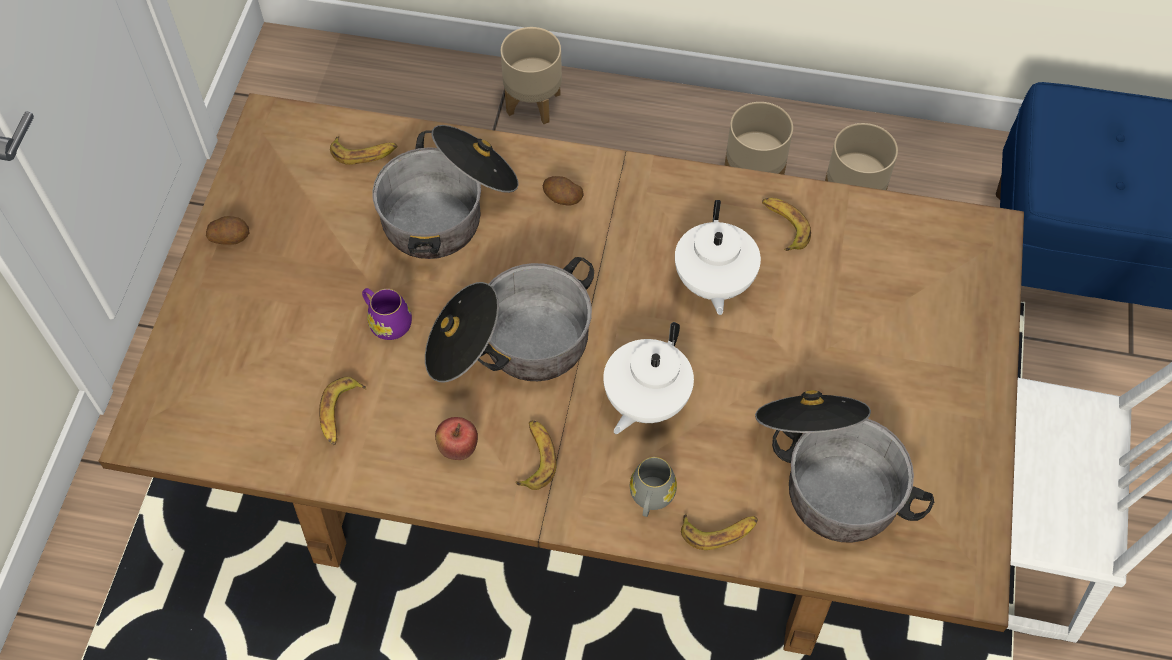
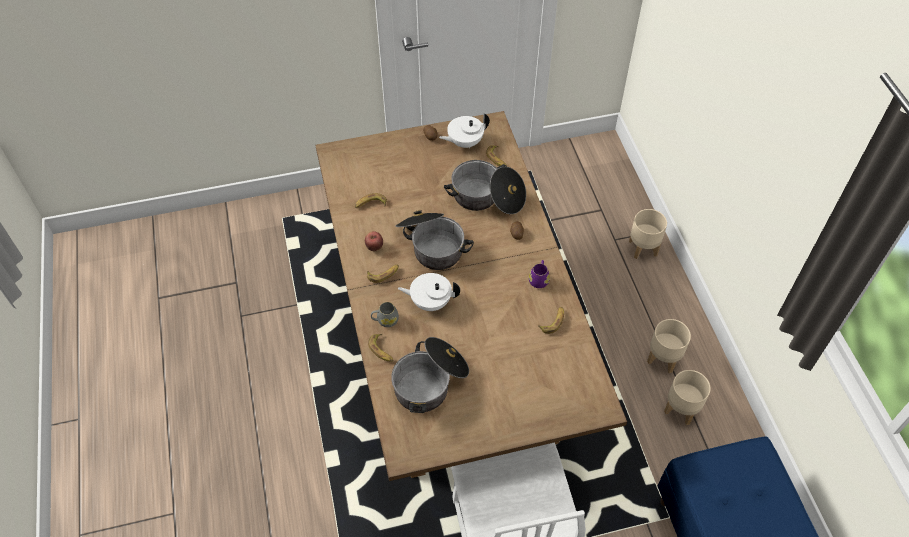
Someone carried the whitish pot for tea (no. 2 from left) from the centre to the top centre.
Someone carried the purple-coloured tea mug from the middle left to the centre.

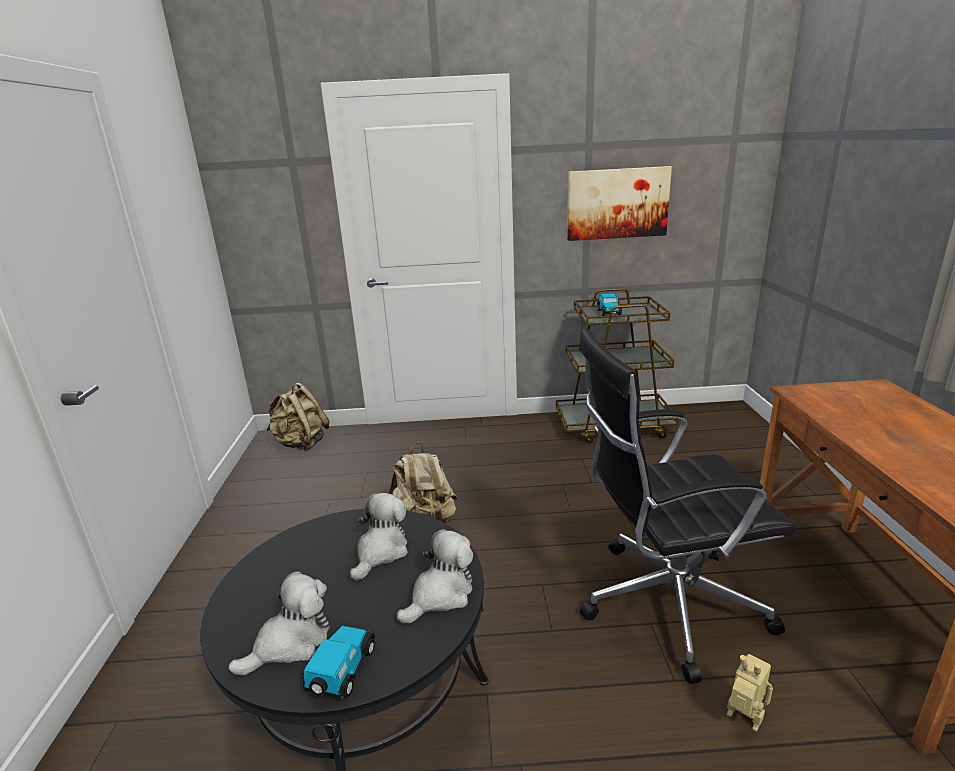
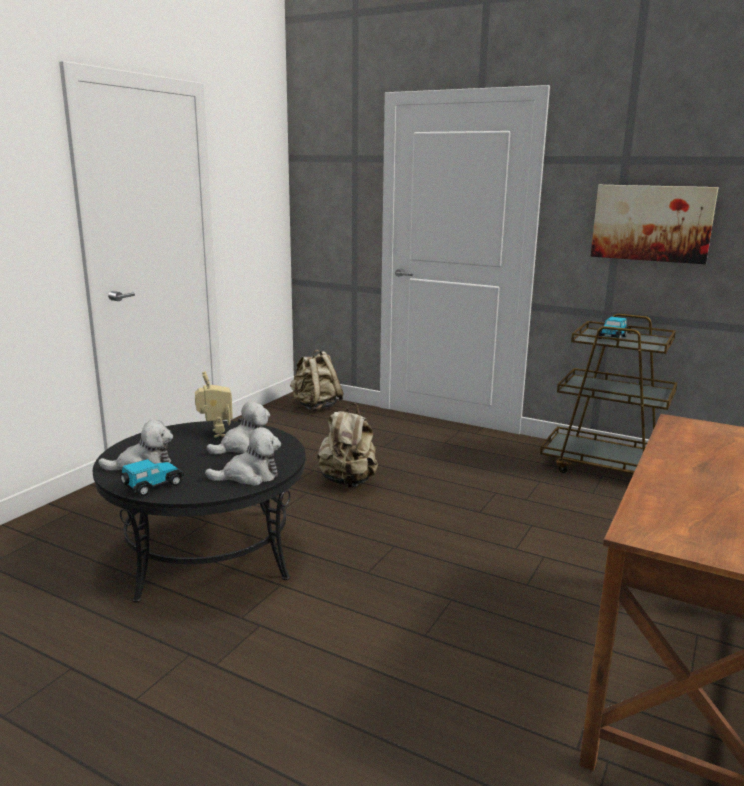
Someone took away the black-coloured desk chair at the middle right.
Someone carried the robot figure from the bottom right to the middle left.

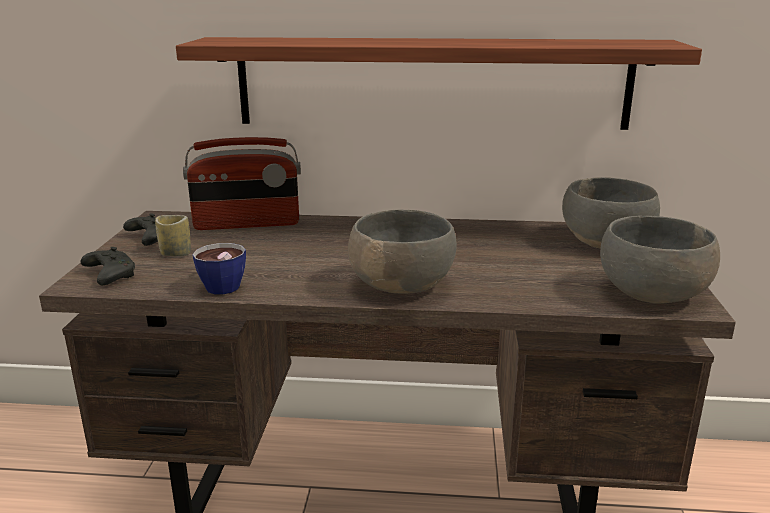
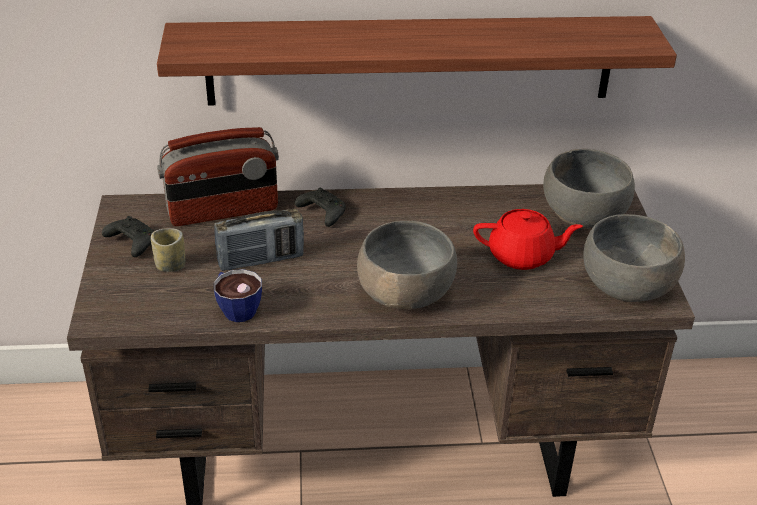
Someone carried the black-coloured game controller (no. 1 from left in the first image) from the middle left to the centre.
Someone put down the radio (no. 2 from left) at the centre.
Someone put down the red pot for tea at the middle right.

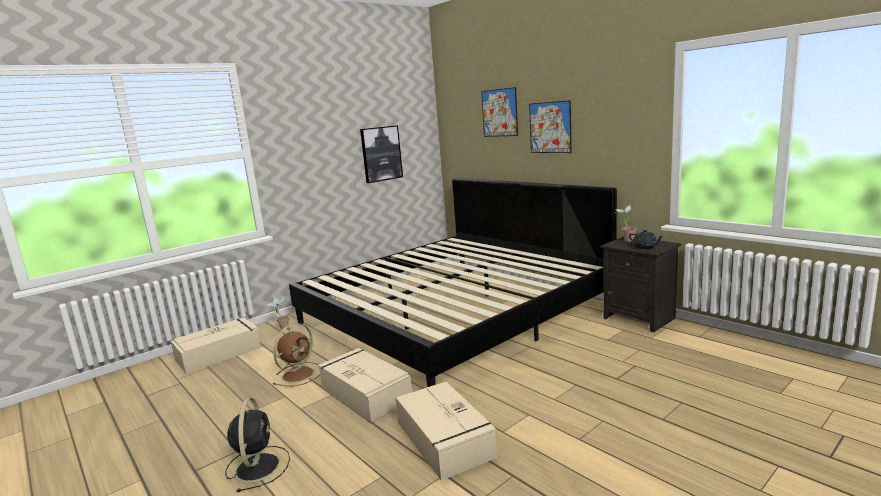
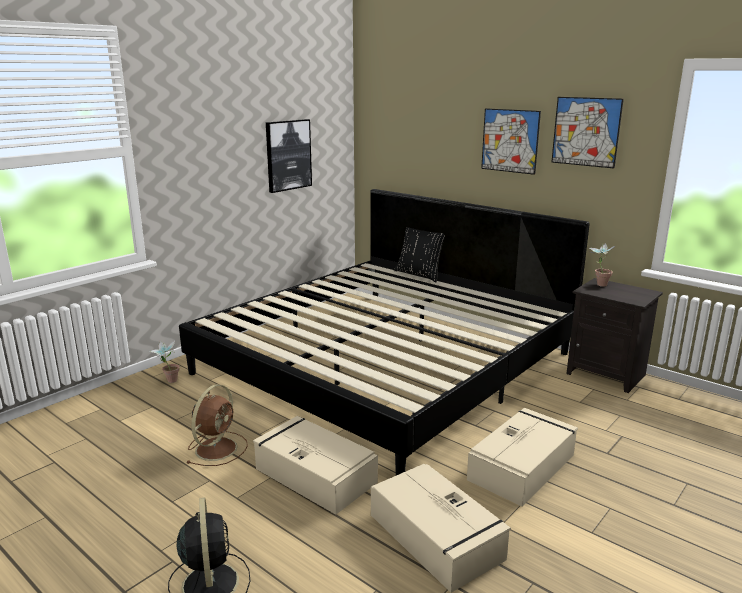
Someone carried the wall art (no. 2 from left in the first image) from the top centre to the top right.
Someone took away the black-coloured pot for tea at the middle right.
Someone carried the beige storage container (no. 1 from left in the first image) from the bottom left to the bottom right.
Someone put down the black-coloured pillow at the centre.

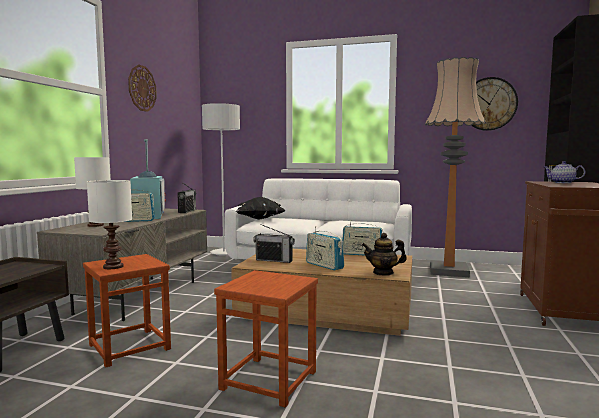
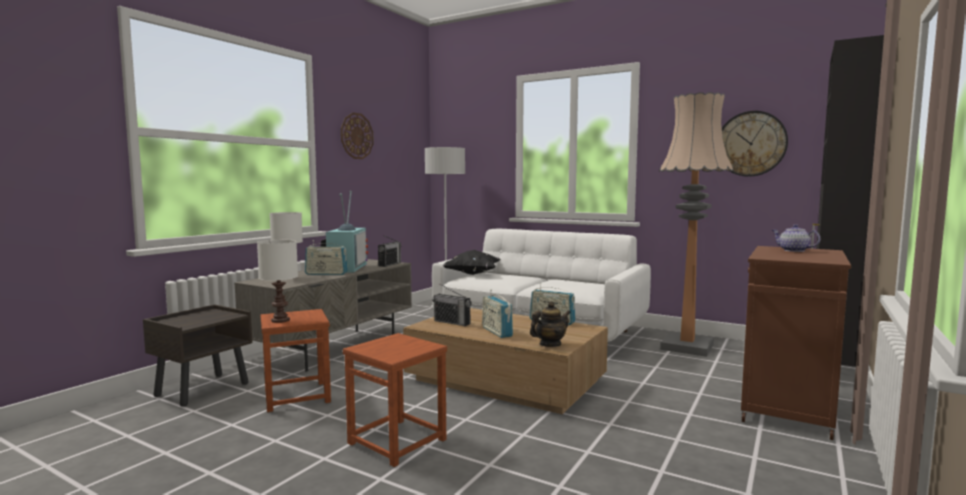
Someone rotated the pot for tea (no. 1 from left) at the centre by 135 degrees clockwise.

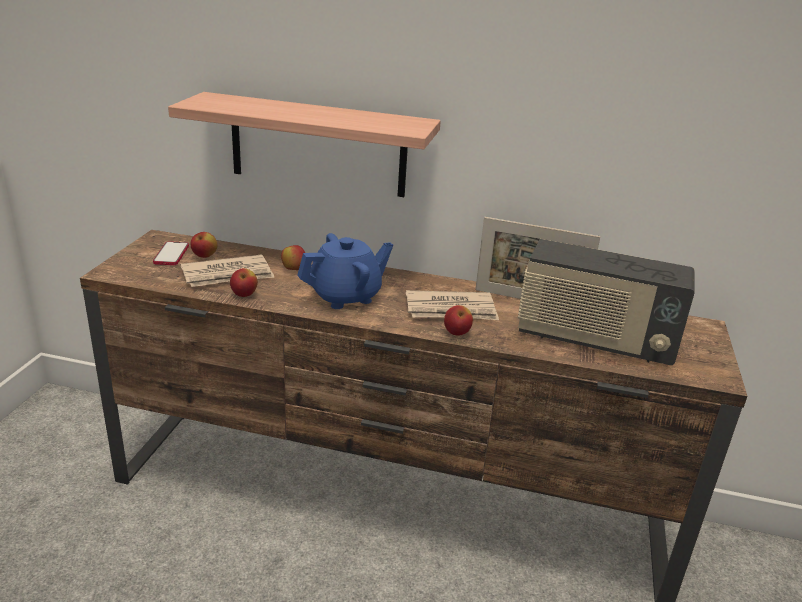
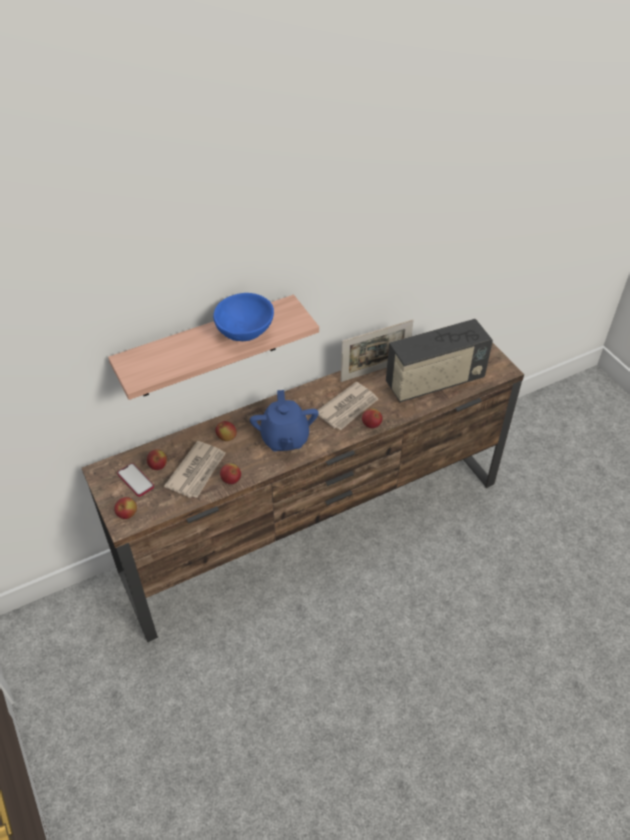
Someone rotated the blue-coloured pot for tea at the centre by 150 degrees clockwise.
Someone put down the blue-coloured bowl at the centre.
Someone put down the apple fruit (no. 1 from left) at the middle left.

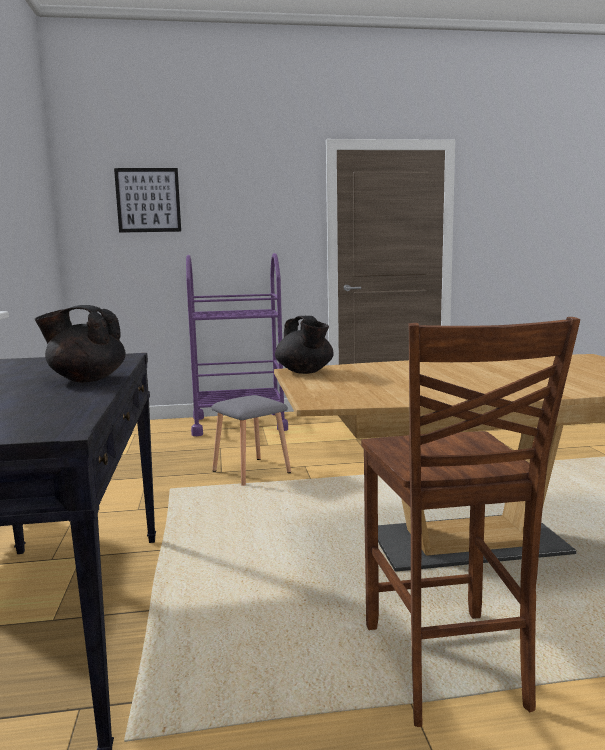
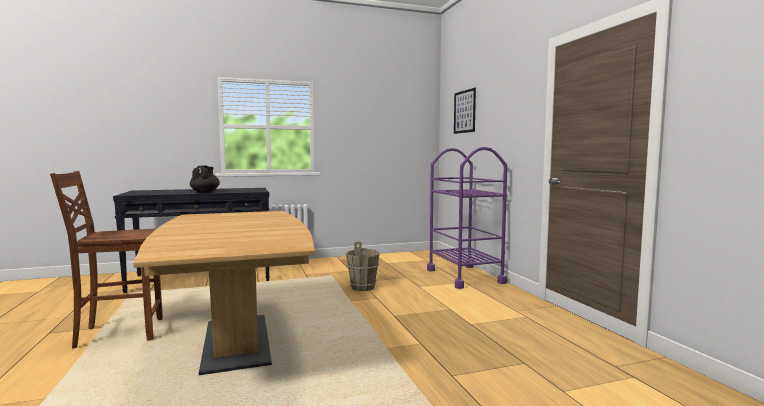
Someone took away the black-coloured pot for tea (no. 2 from left) at the centre.
Someone swapped the grey stool at the centre for the brown-coloured bucket at the centre.

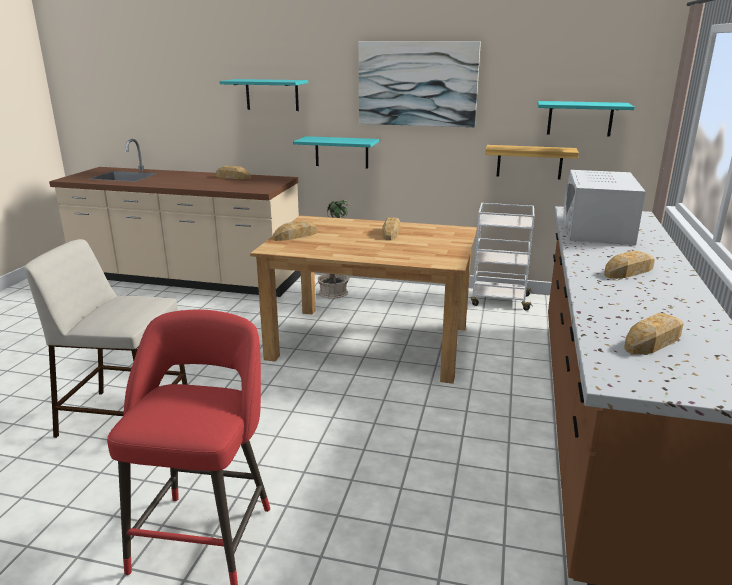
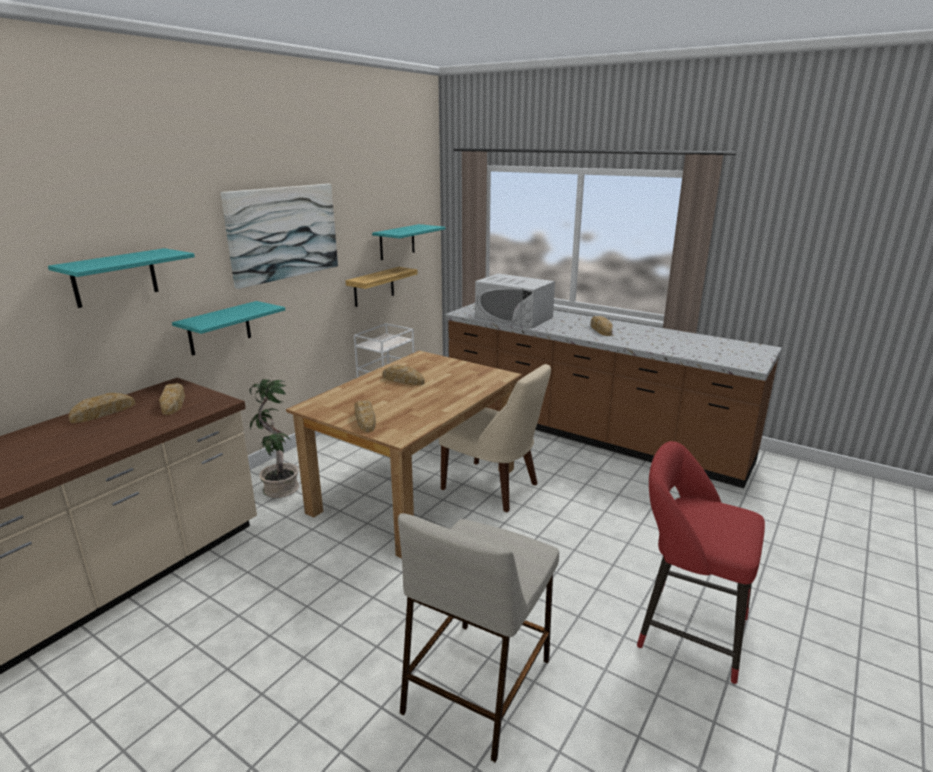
Someone carried the bakery bread (no. 5 from left in the first image) from the middle right to the middle left.
Someone put down the beige chair at the centre.

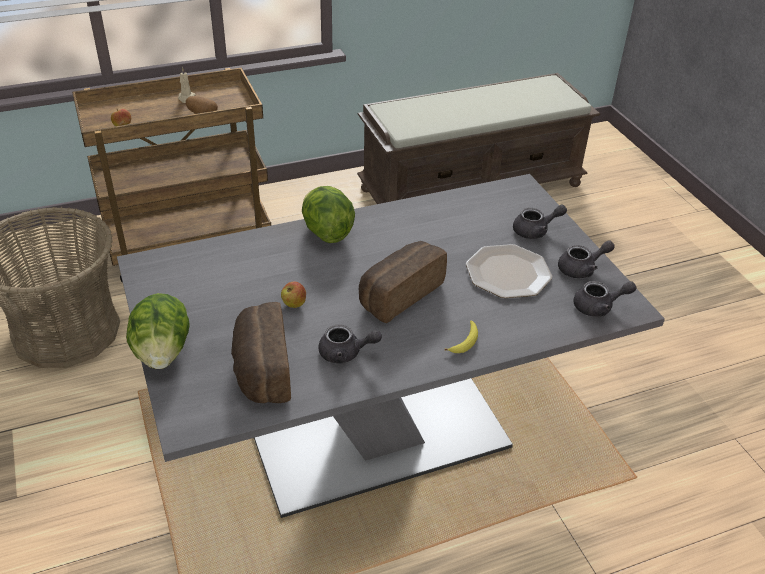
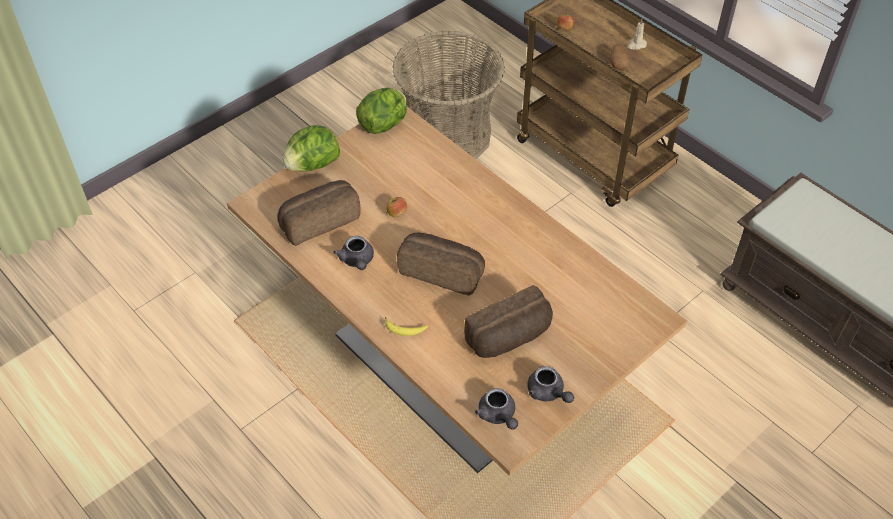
Someone repainted the grey kitchen table at the centre, which became the brown-coloured kitchen table at the centre.
Someone carried the lettuce head (no. 2 from left) from the centre to the top centre.
Someone took away the grey pot for tea (no. 2 from left) at the middle right.
Someone swapped the dinner plate at the centre for the bakery bread (no. 3 from left) at the centre.

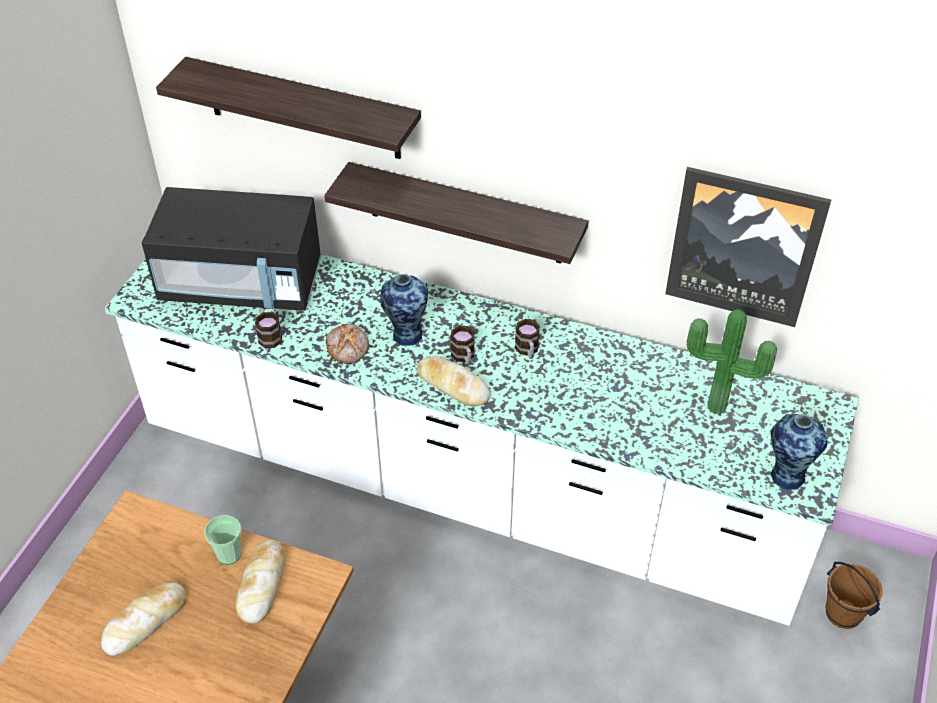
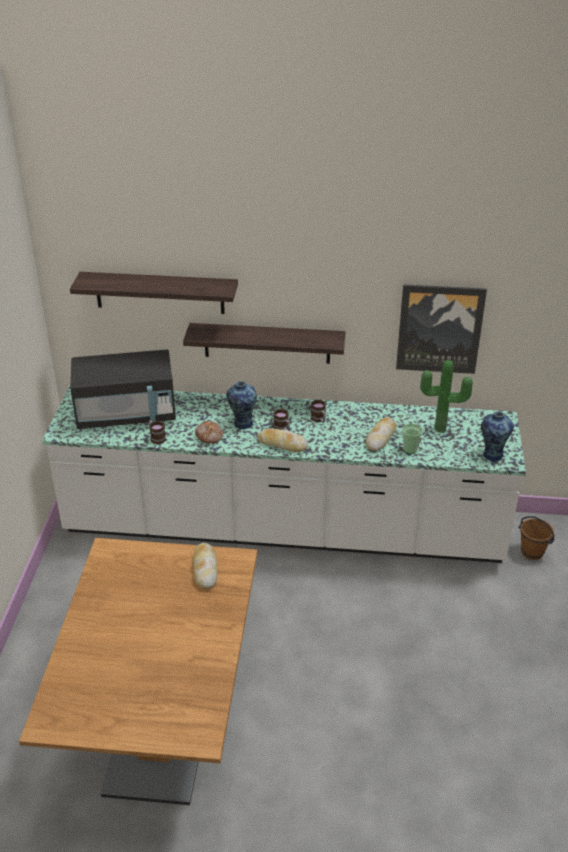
Someone carried the small cup from the bottom left to the middle right.
Someone carried the bakery bread (no. 1 from left in the first image) from the bottom left to the middle right.

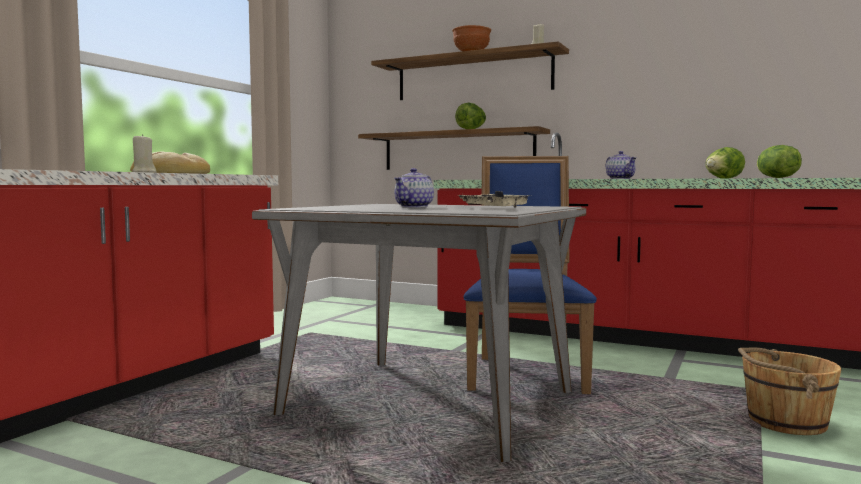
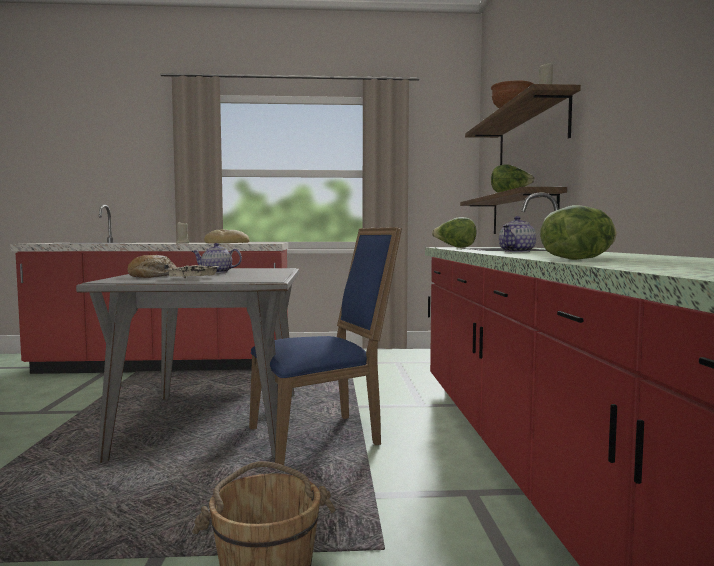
Someone carried the lettuce head (no. 2 from left in the first image) from the middle right to the centre.
Someone put down the bakery bread (no. 1 from left) at the middle left.

